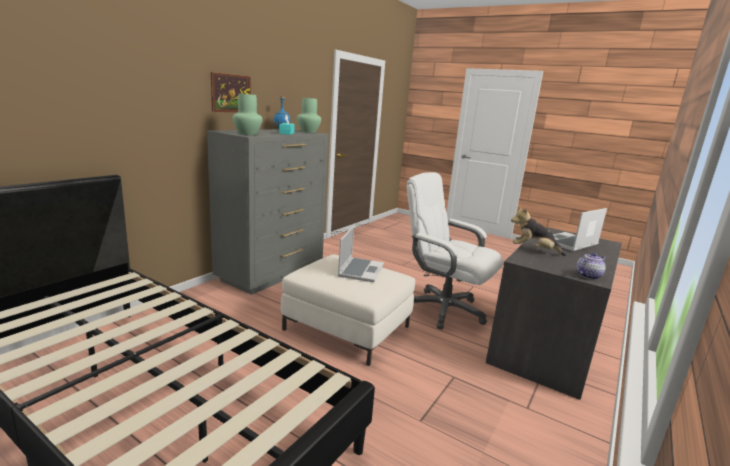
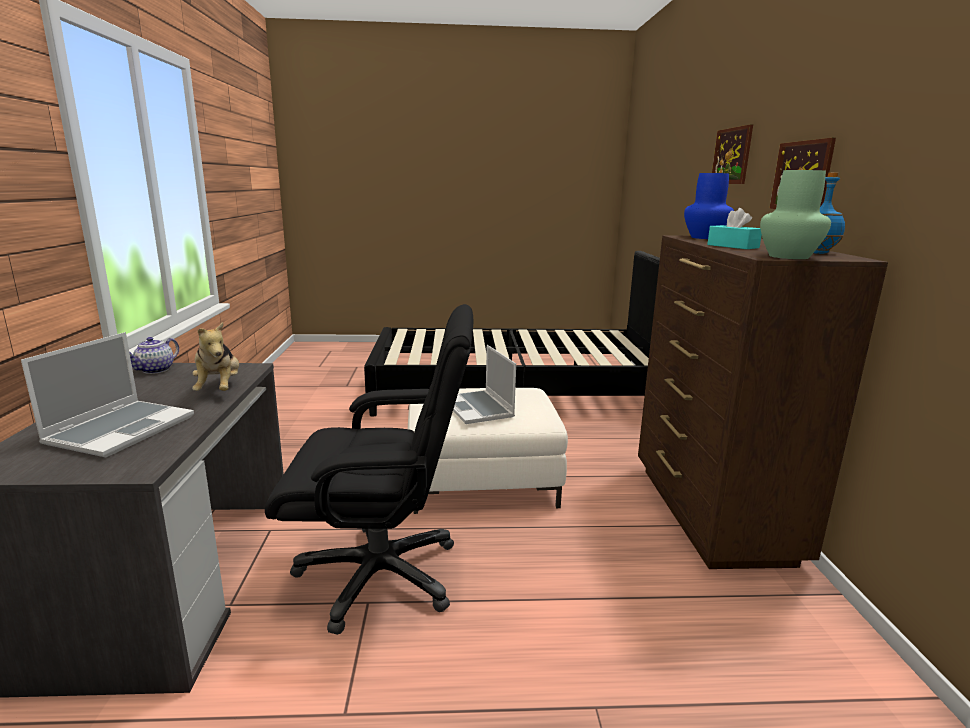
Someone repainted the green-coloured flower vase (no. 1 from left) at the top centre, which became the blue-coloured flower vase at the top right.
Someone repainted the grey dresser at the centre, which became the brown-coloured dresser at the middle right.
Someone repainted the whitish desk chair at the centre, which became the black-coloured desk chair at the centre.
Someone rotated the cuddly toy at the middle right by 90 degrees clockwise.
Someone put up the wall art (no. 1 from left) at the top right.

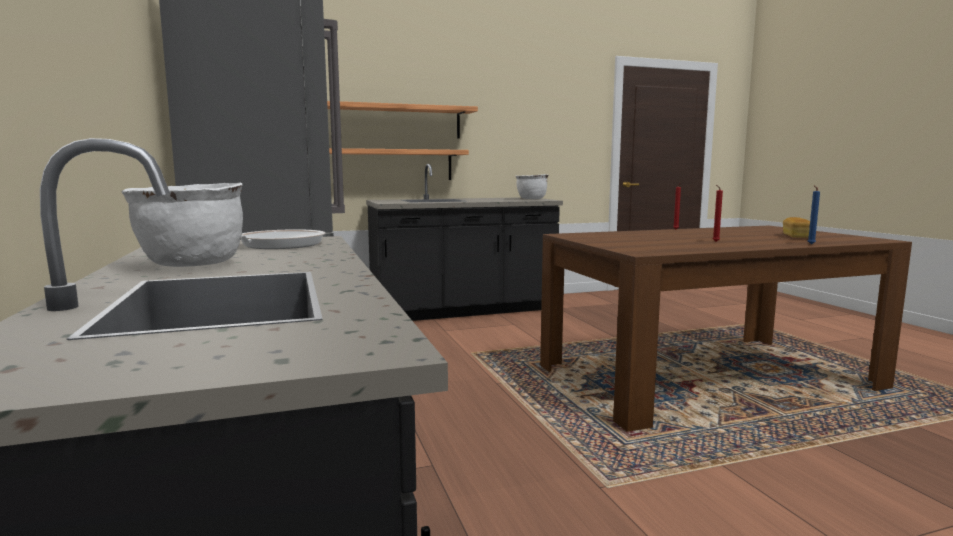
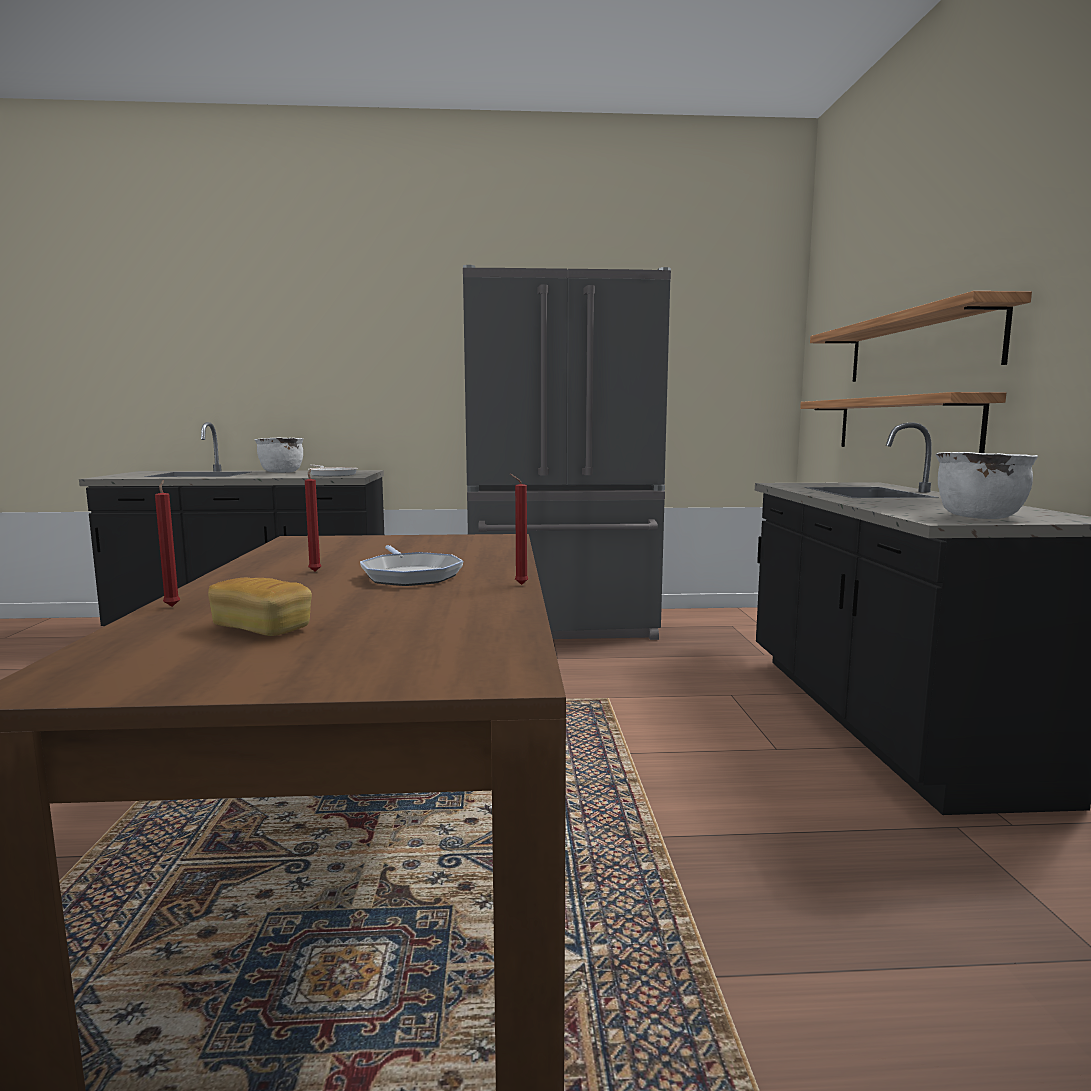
Someone repainted the blue-coloured wax candle at the middle right, which became the red wax candle (no. 1 from left) at the middle left.
Someone put down the skillet (no. 2 from left) at the centre.

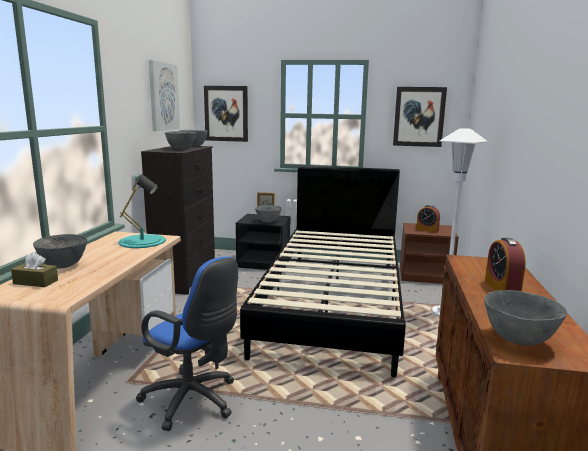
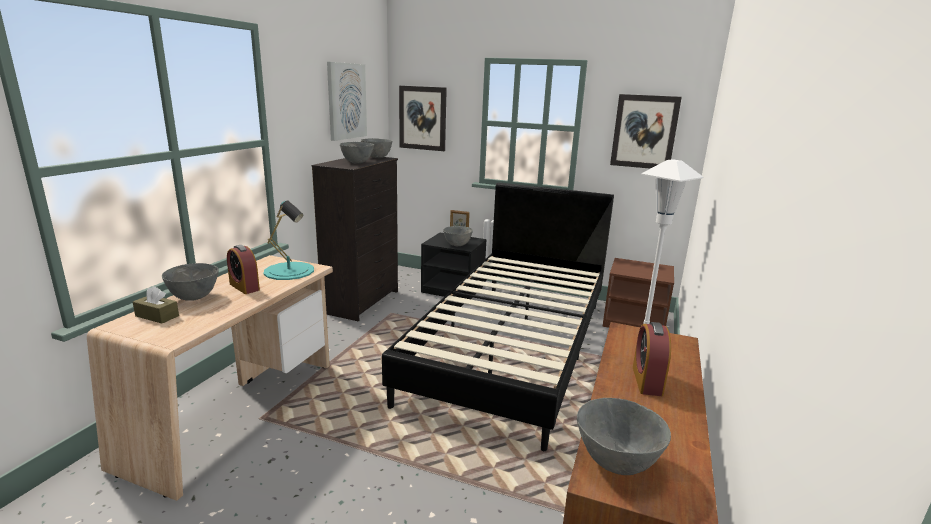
Someone carried the table clock (no. 1 from left) from the middle right to the middle left.
Someone took away the blue-coloured desk chair at the bottom left.

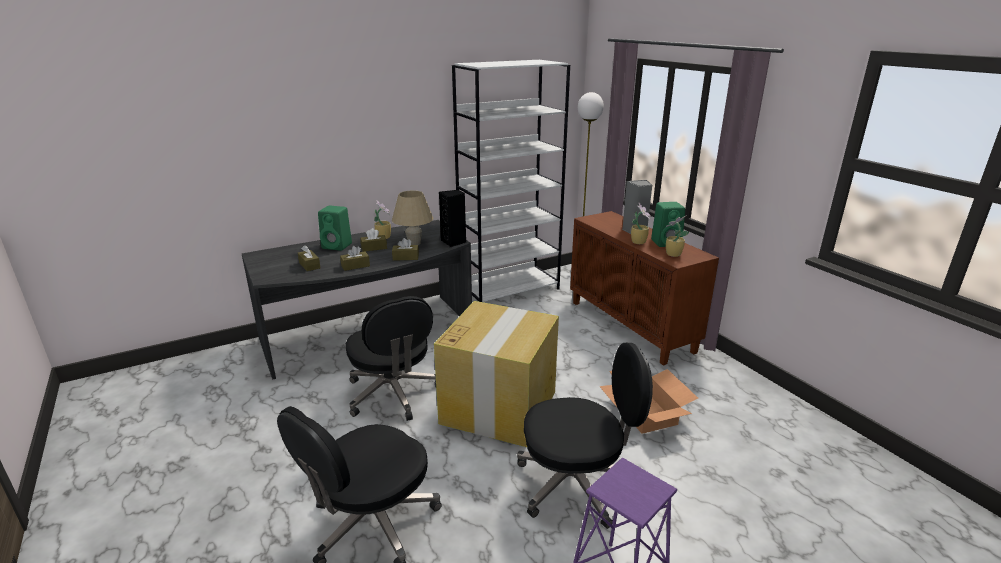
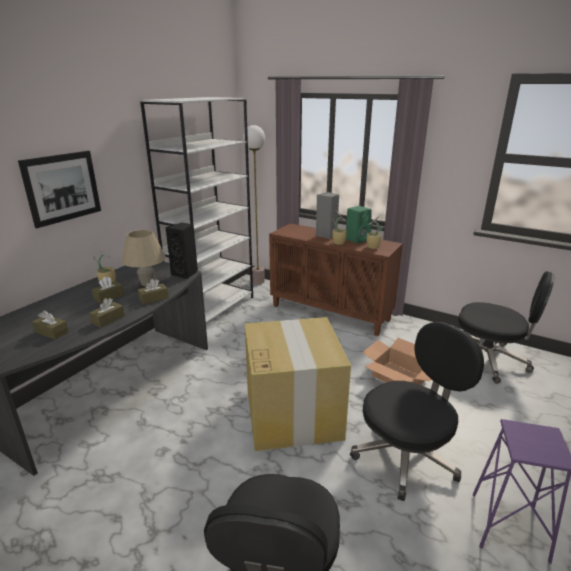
Someone took away the green-coloured speaker (no. 1 from left) at the centre.
Someone carried the black-coloured desk chair (no. 2 from left in the first image) from the centre to the middle right.
Someone put up the wall art at the top left.

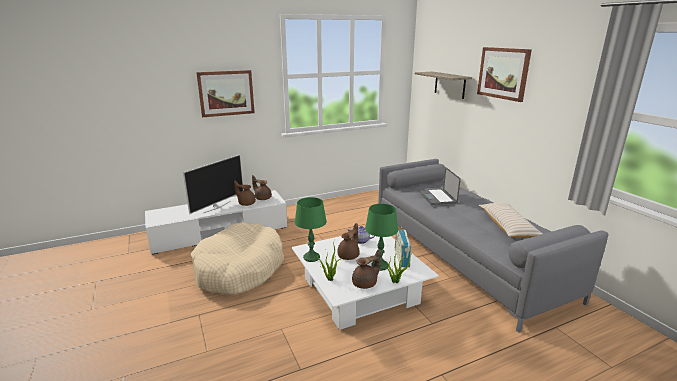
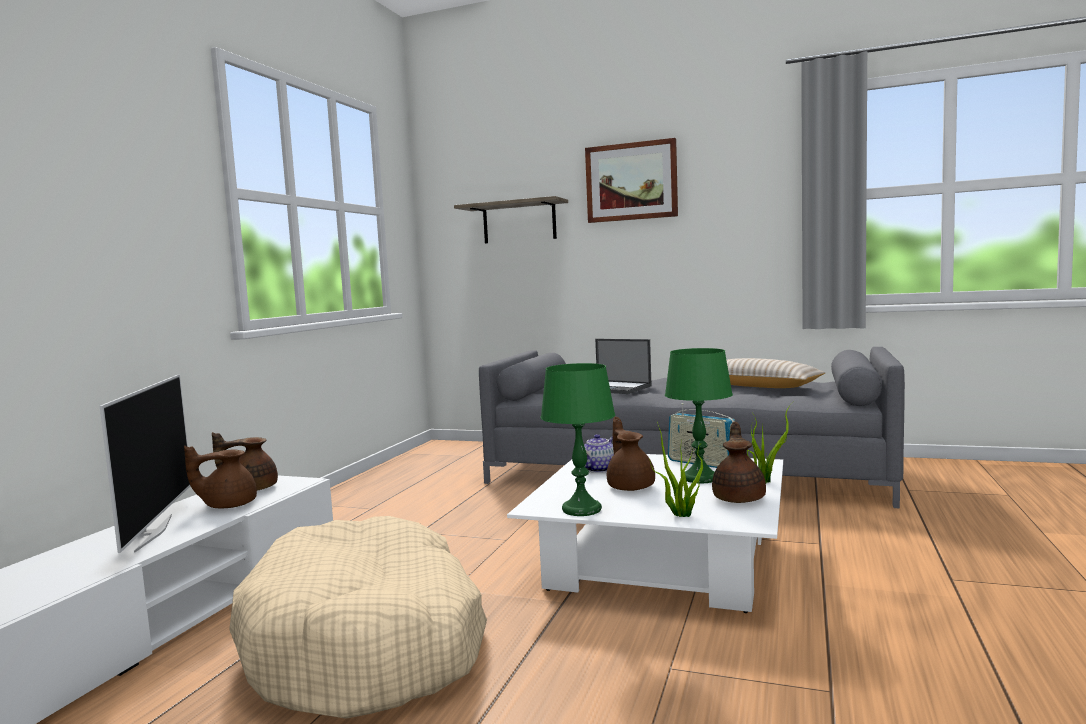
Someone took away the wall art (no. 1 from left) at the top left.

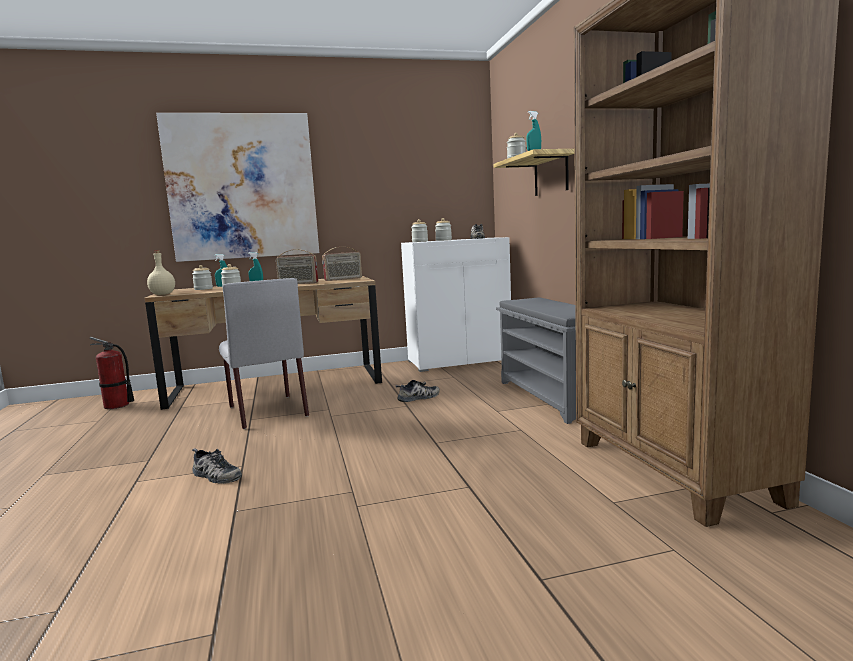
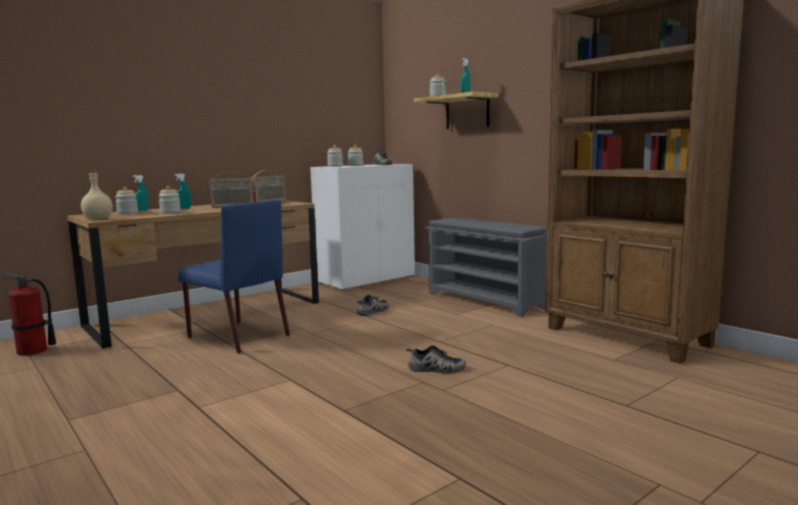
Someone took away the wall art at the top left.
Someone repainted the grey chair at the middle left, which became the blue-coloured chair at the middle left.
Someone carried the low shoe (no. 1 from left in the first image) from the bottom left to the bottom centre.

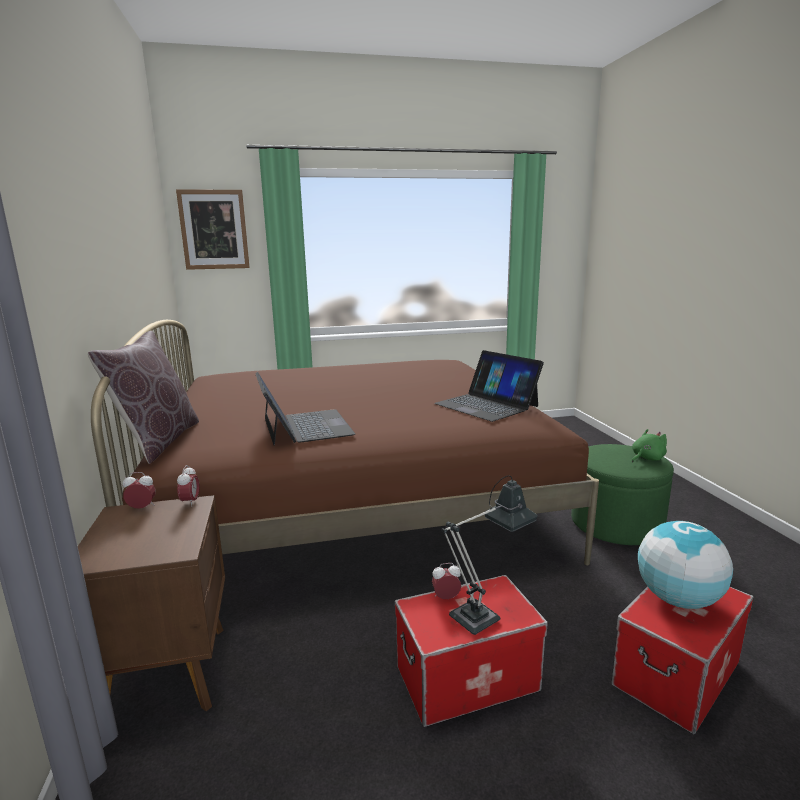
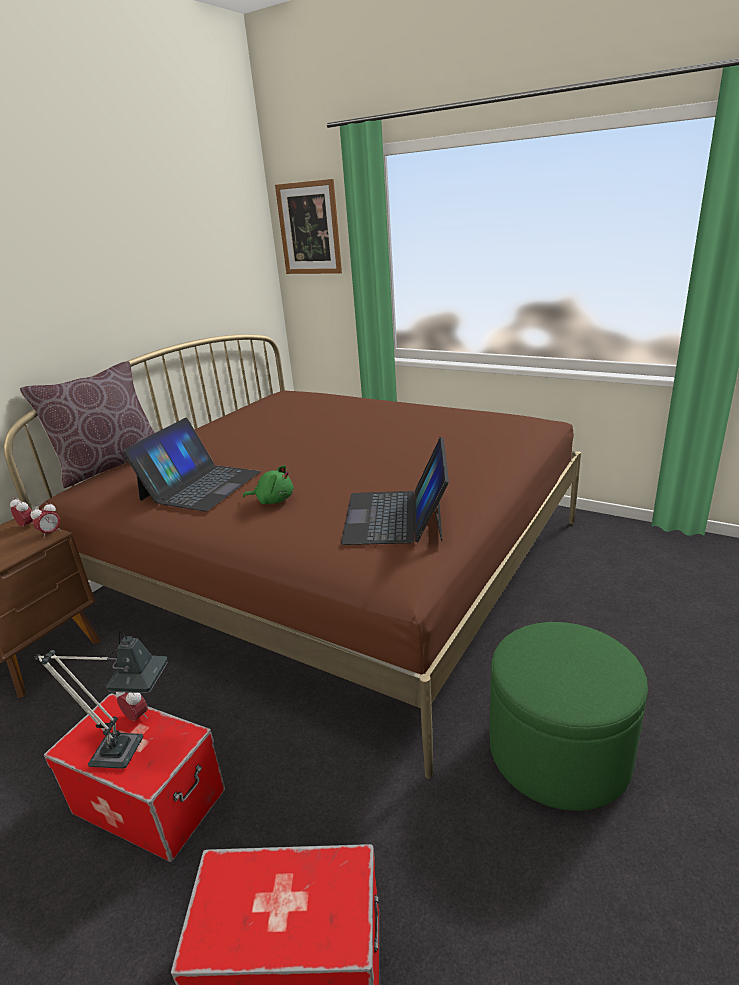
Someone carried the green-coloured cuddly toy from the middle right to the centre.
Someone took away the desk globe at the bottom right.

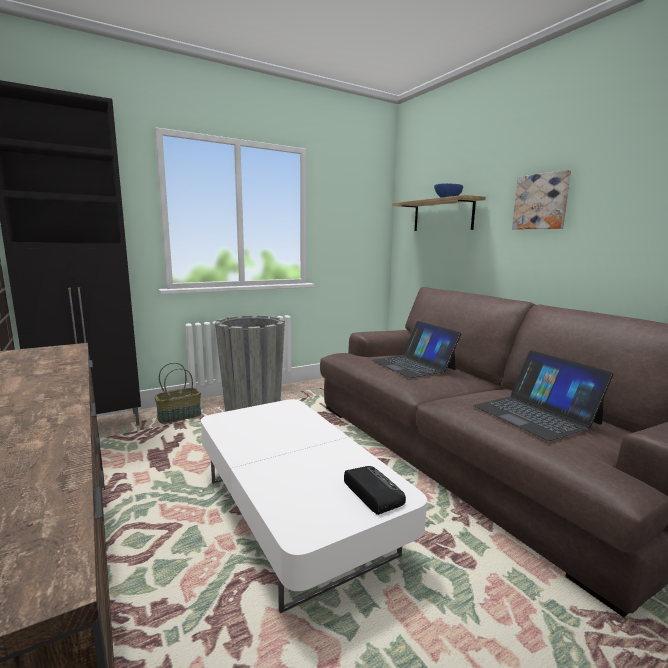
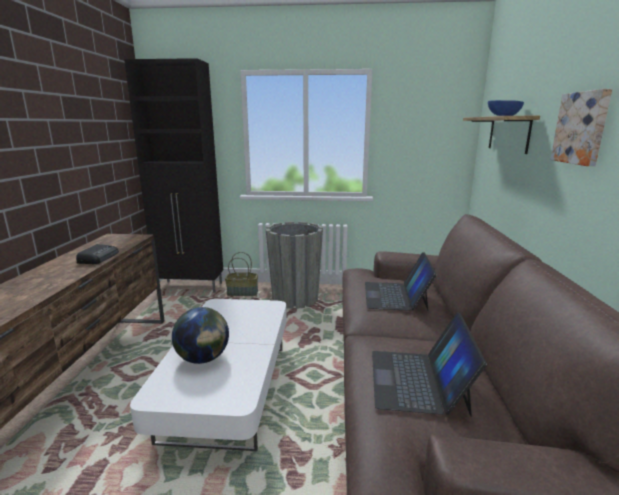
Someone carried the radio from the bottom centre to the middle left.
Someone put down the desk globe at the bottom left.

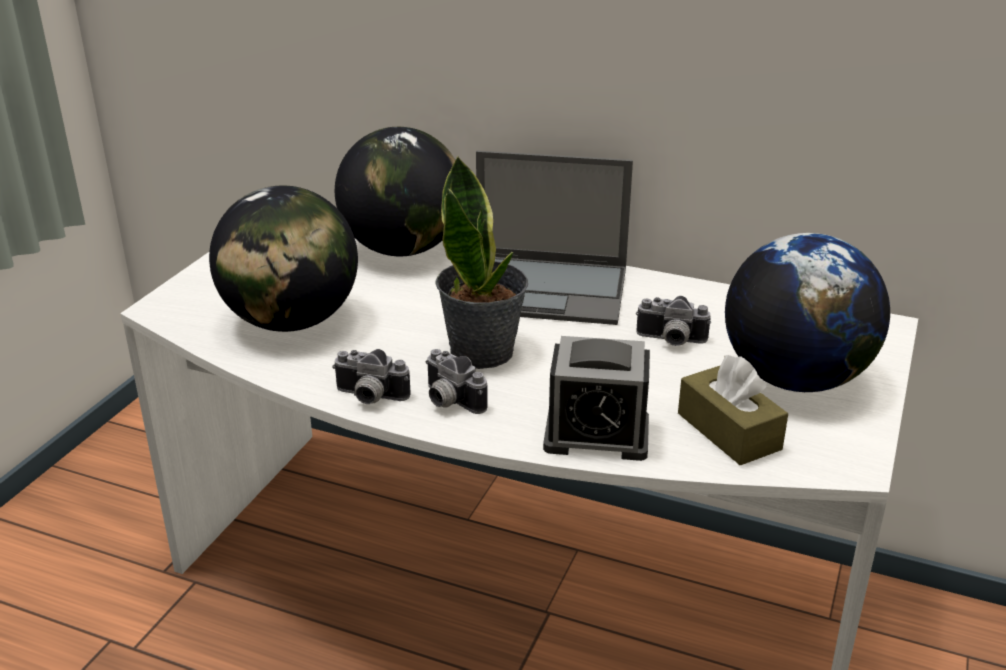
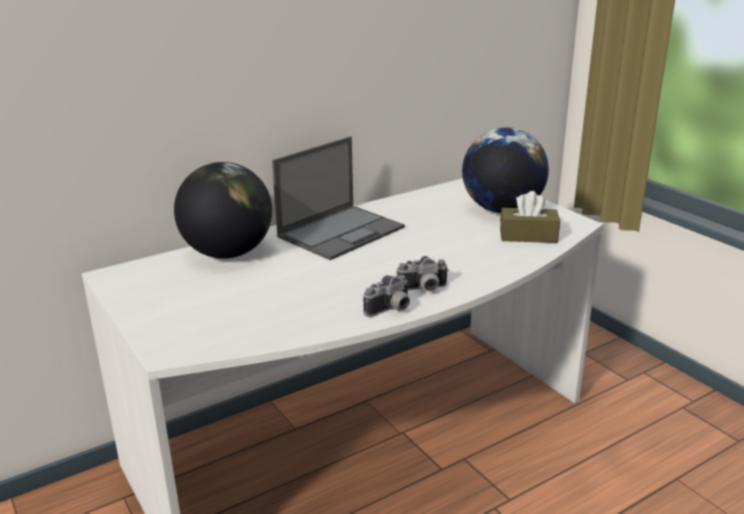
Someone took away the houseplant at the centre.
Someone took away the desk globe (no. 1 from left) at the middle left.
Someone took away the still camera (no. 3 from left) at the middle right.
Someone took away the table clock at the centre.

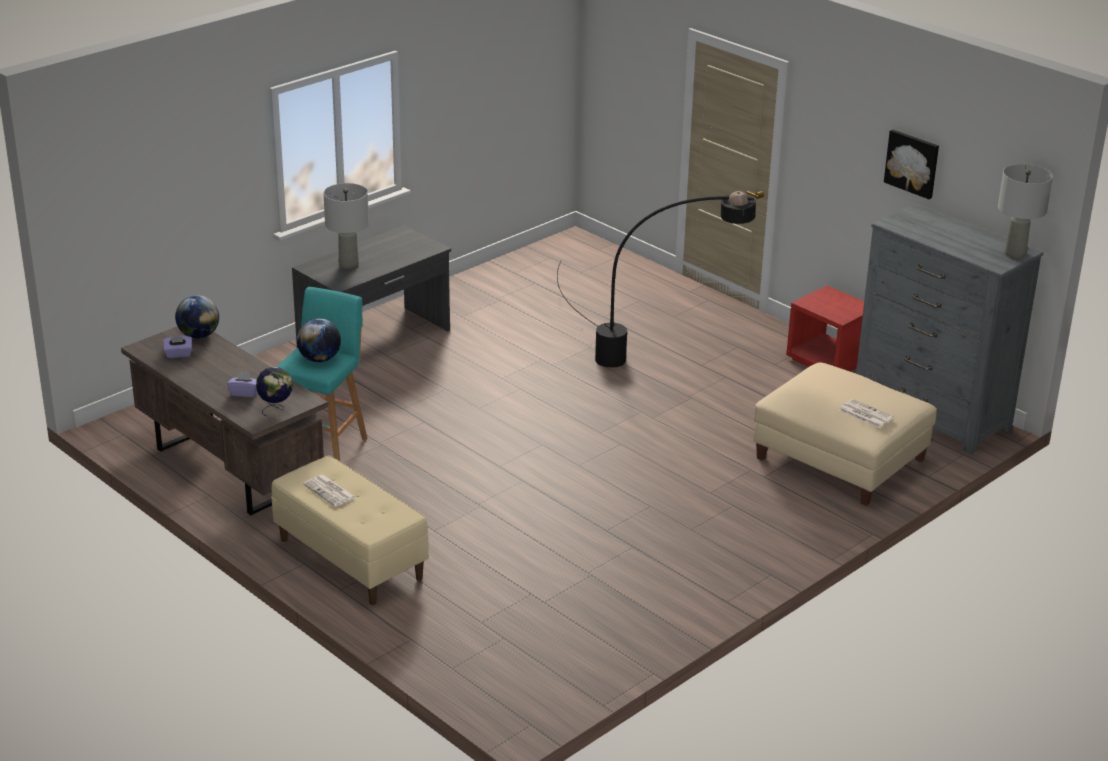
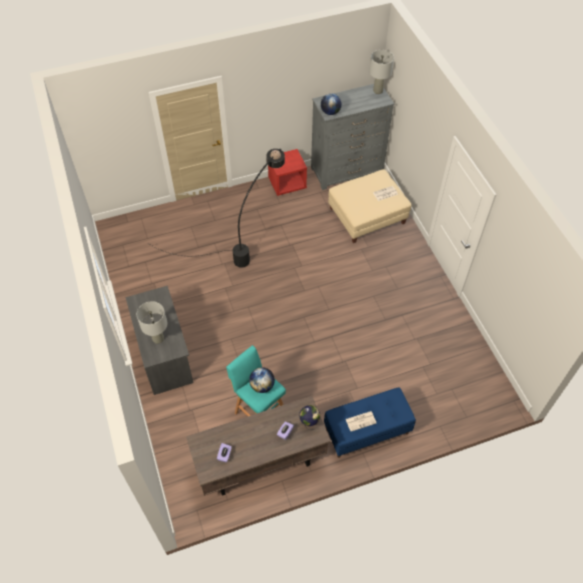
Someone took away the wall art at the top right.
Someone carried the desk globe (no. 1 from left in the first image) from the middle left to the top centre.
Someone repainted the beige long seat at the bottom left, which became the blue-coloured long seat at the bottom centre.

